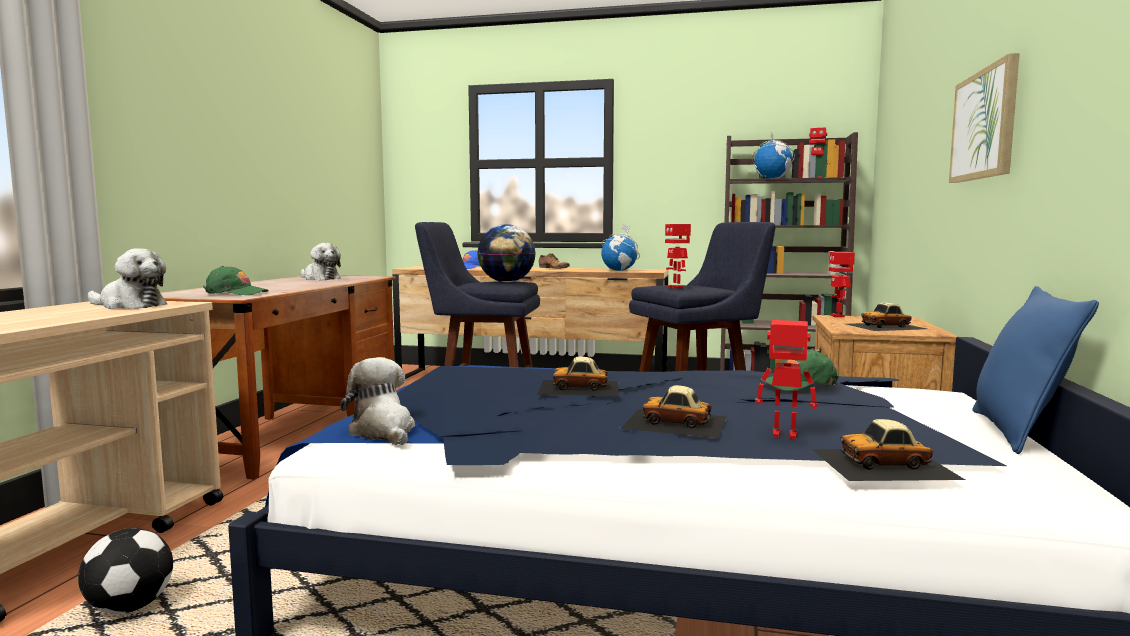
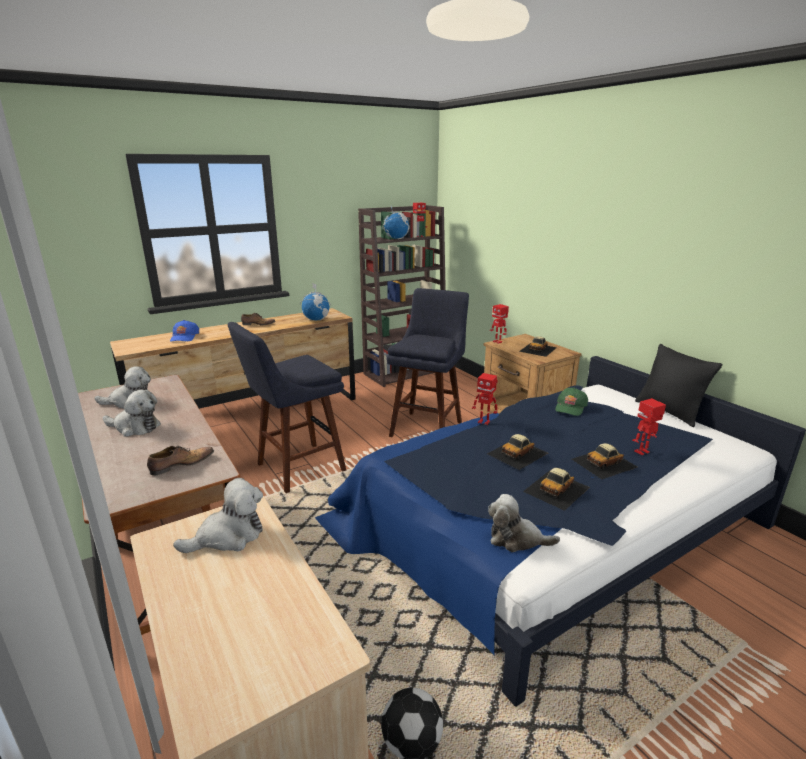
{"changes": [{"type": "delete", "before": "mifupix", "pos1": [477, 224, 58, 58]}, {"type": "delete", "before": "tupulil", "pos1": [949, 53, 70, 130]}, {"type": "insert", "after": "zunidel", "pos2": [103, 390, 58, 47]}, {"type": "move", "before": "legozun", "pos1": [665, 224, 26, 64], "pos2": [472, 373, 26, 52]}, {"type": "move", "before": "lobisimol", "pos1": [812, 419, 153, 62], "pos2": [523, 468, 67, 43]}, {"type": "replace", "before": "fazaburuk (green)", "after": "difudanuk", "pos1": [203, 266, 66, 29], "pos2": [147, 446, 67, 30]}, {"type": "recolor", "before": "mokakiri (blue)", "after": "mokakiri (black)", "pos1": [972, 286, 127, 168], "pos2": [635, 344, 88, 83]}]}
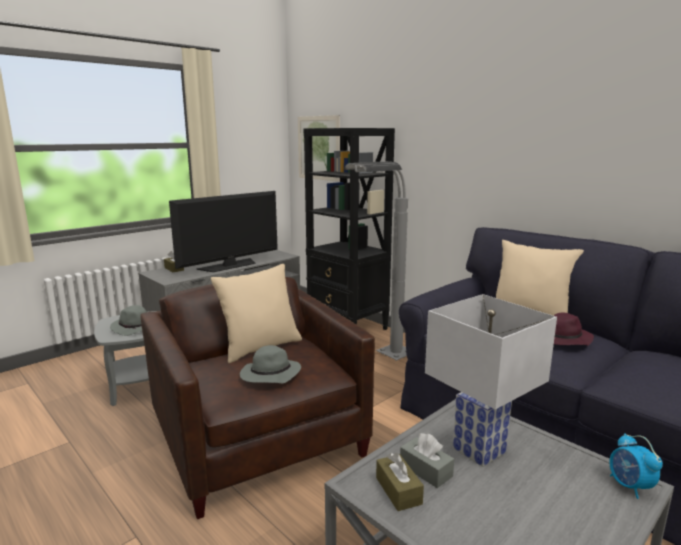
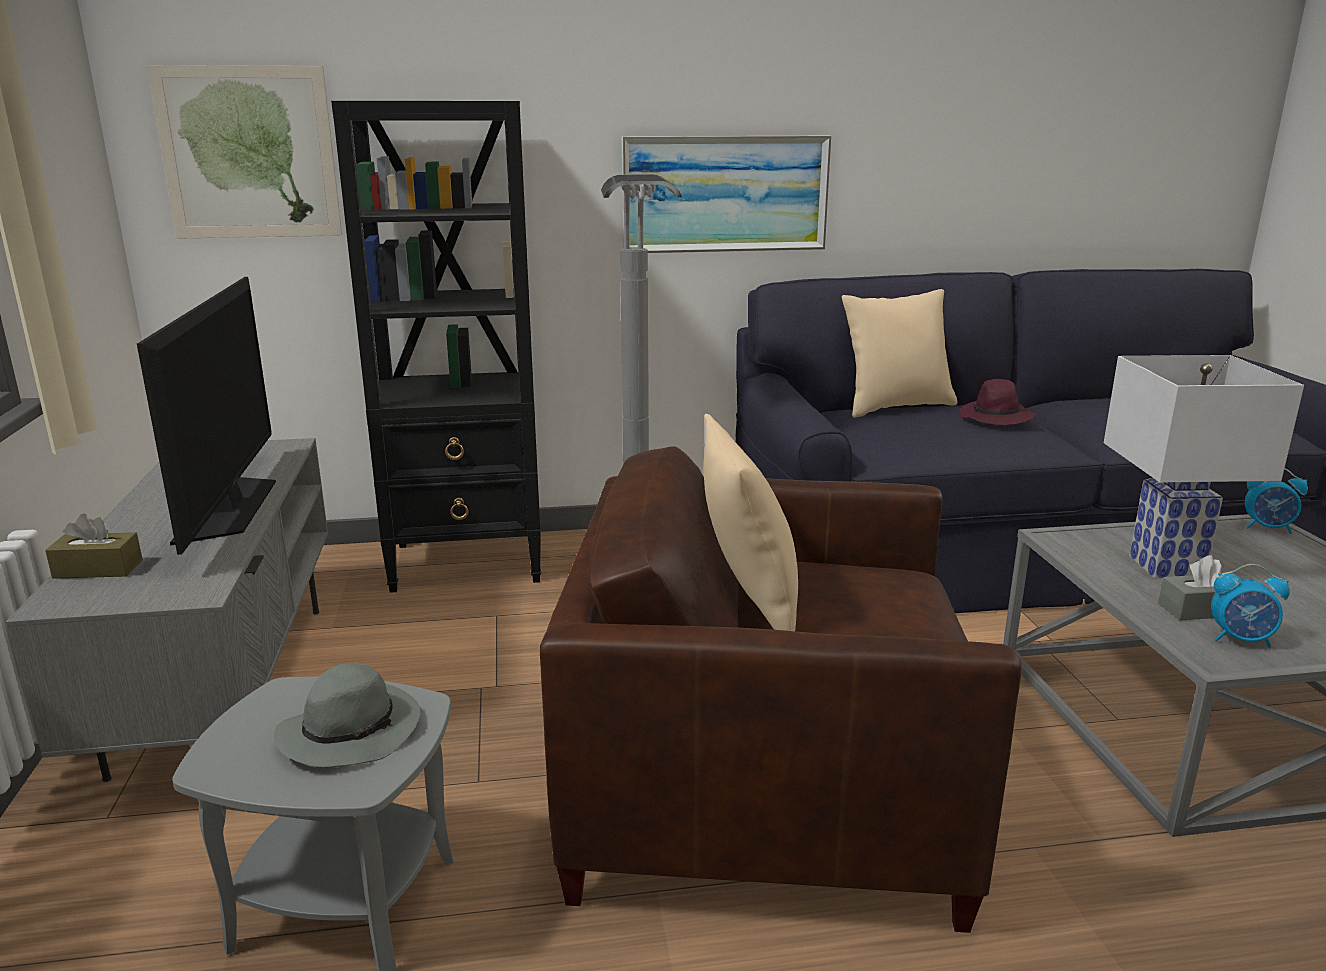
{"changes": [{"type": "delete", "before": "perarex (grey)", "pos1": [240, 345, 61, 38]}, {"type": "insert", "after": "tupulil", "pos2": [622, 136, 209, 117]}, {"type": "replace", "before": "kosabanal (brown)", "after": "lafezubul", "pos1": [376, 453, 48, 58], "pos2": [1211, 564, 79, 84]}]}
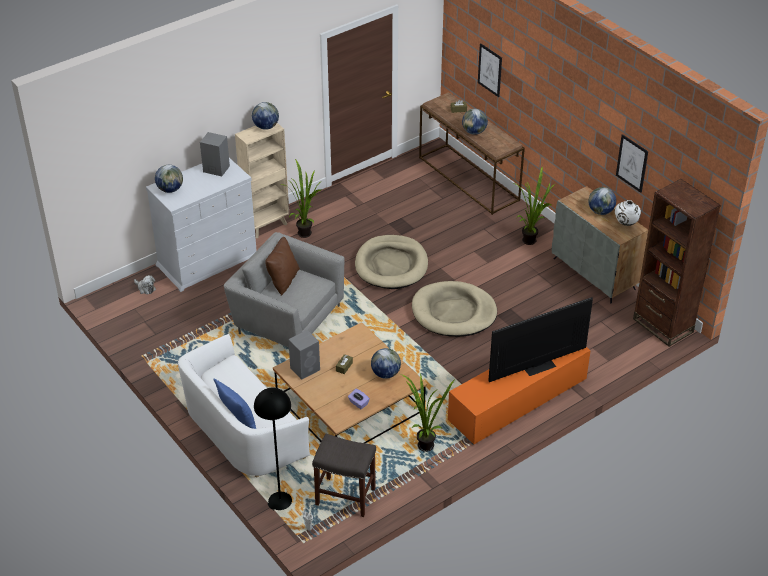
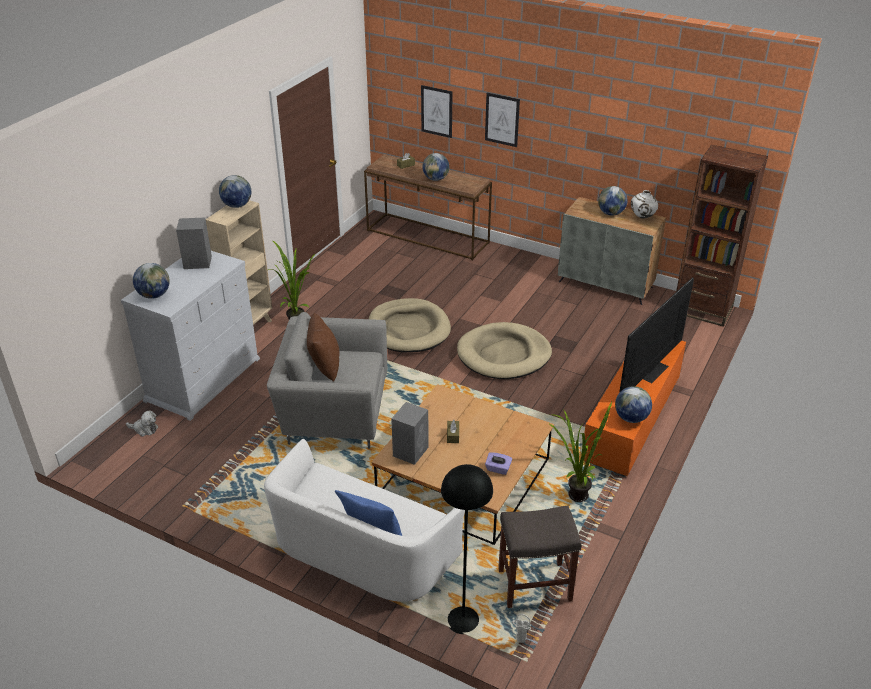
{"changes": [{"type": "delete", "before": "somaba", "pos1": [514, 167, 41, 78]}, {"type": "move", "before": "mifupix", "pos1": [371, 348, 30, 31], "pos2": [615, 386, 37, 37]}, {"type": "move", "before": "tupulil", "pos1": [616, 134, 32, 59], "pos2": [485, 93, 35, 54]}]}
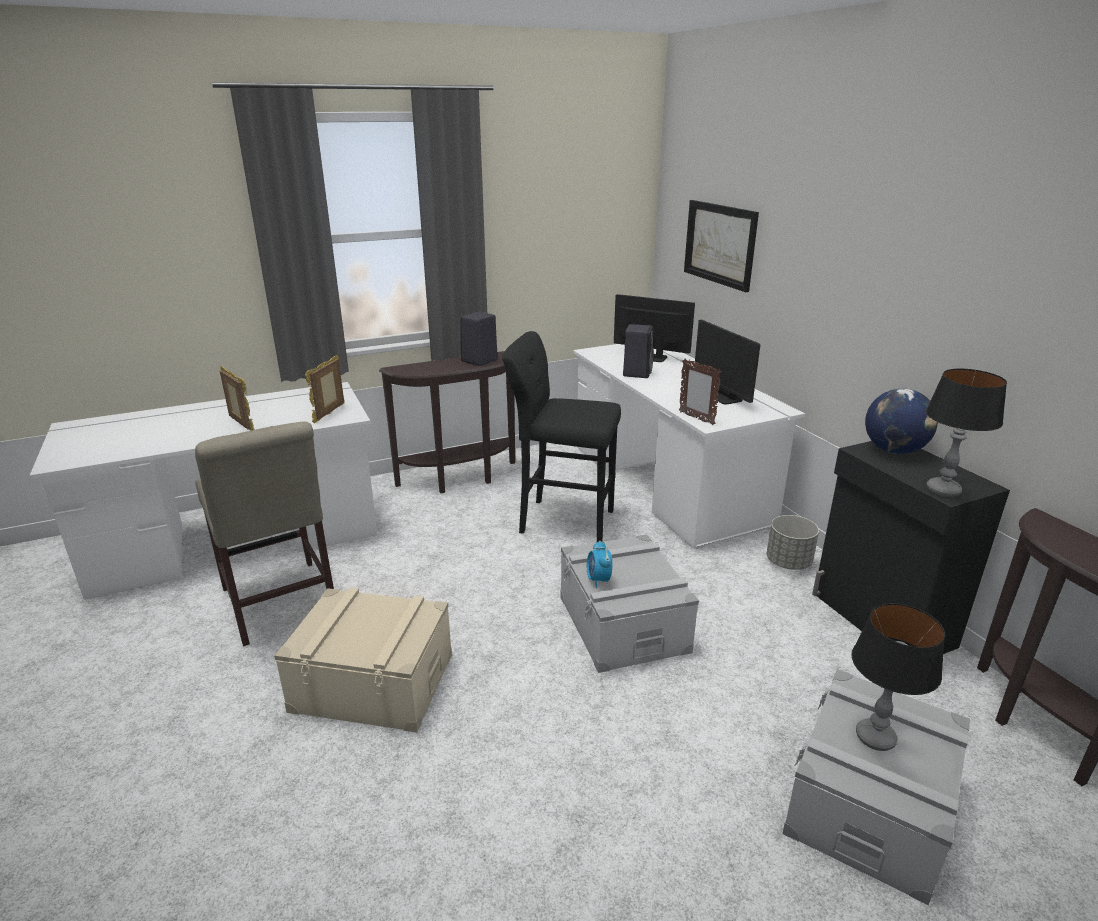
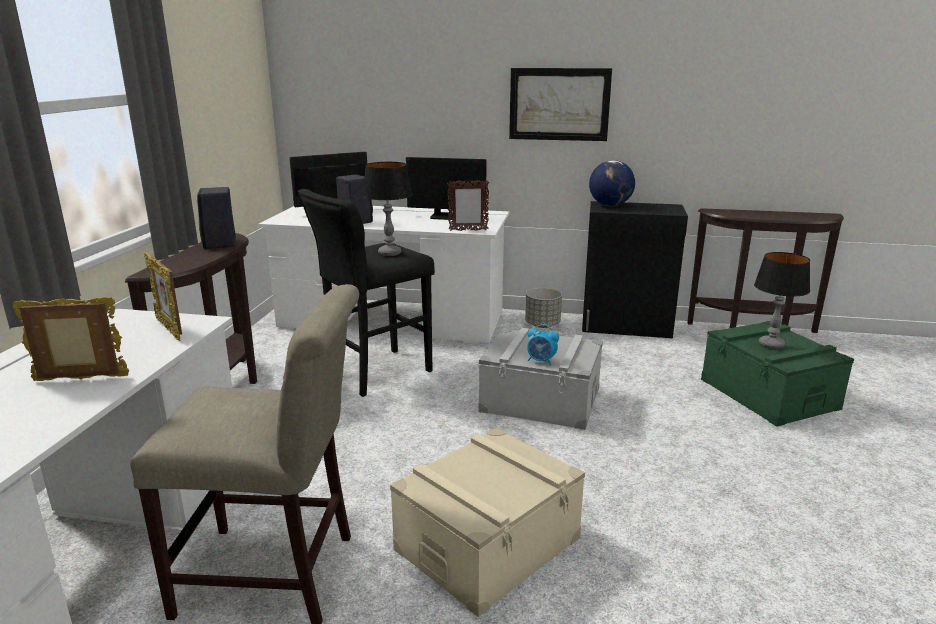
{"changes": [{"type": "move", "before": "tupulil", "pos1": [684, 200, 75, 92], "pos2": [509, 68, 103, 73]}, {"type": "move", "before": "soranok", "pos1": [926, 369, 81, 128], "pos2": [362, 162, 50, 94]}, {"type": "recolor", "before": "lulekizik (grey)", "after": "lulekizik (green)", "pos1": [782, 669, 188, 236], "pos2": [701, 321, 153, 106]}]}
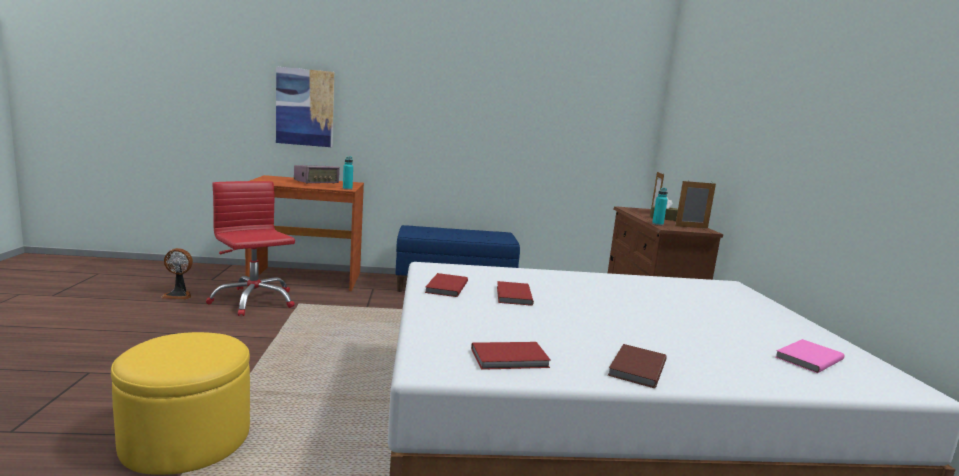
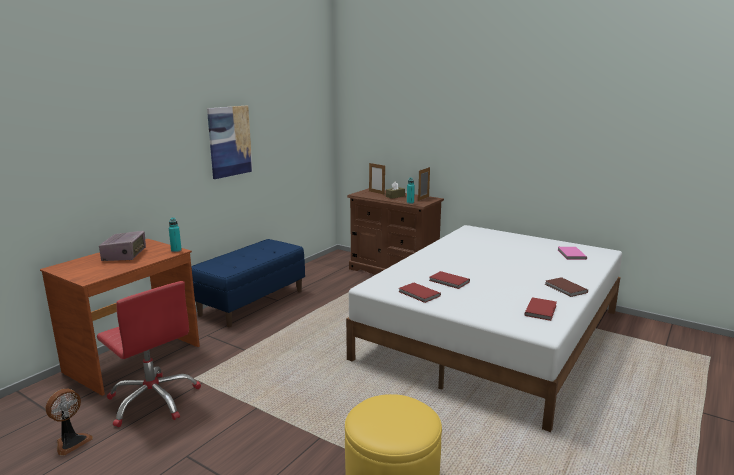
{"changes": [{"type": "move", "before": "tupulil", "pos1": [276, 66, 58, 81], "pos2": [207, 105, 46, 74]}, {"type": "rotate", "before": "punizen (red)", "pos1": [206, 181, 89, 135], "pos2": [97, 281, 104, 146], "turn": -135}]}
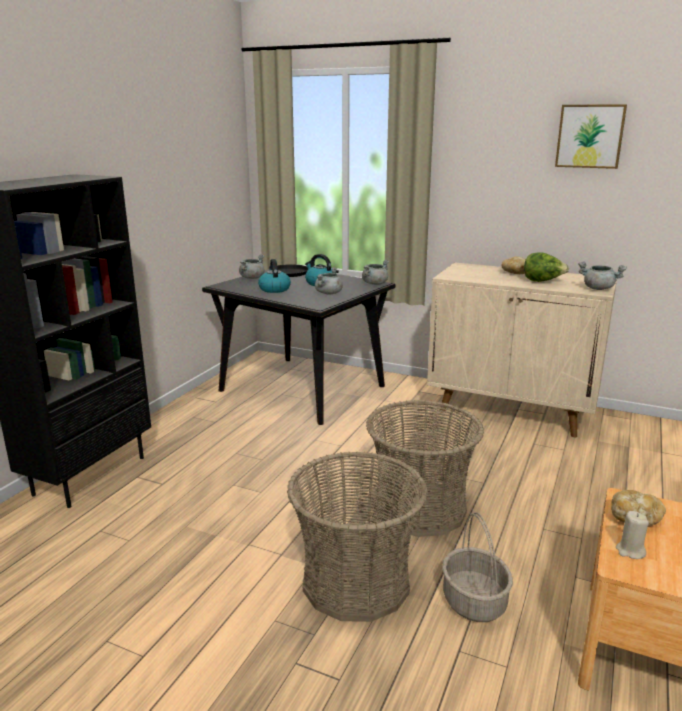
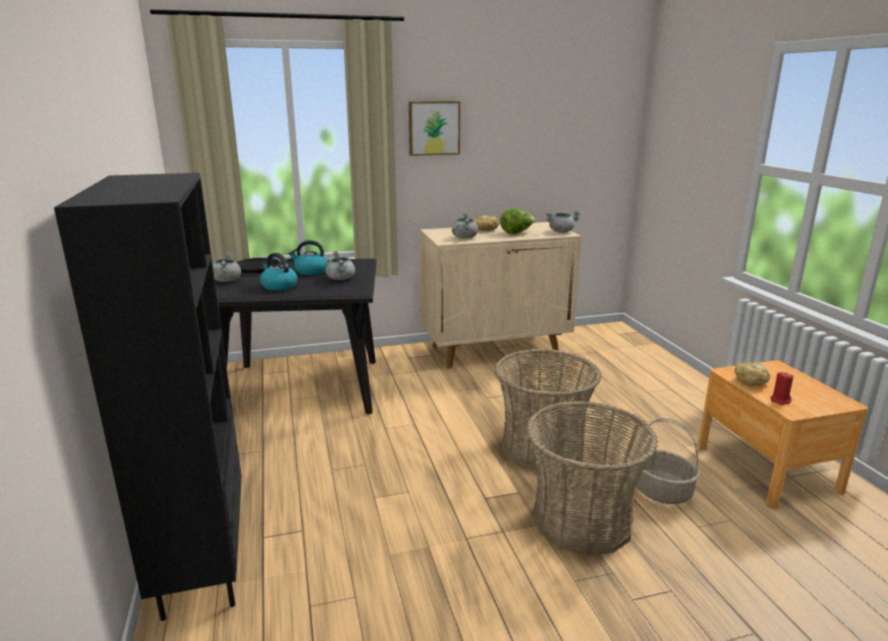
{"changes": [{"type": "move", "before": "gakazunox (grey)", "pos1": [362, 260, 27, 25], "pos2": [452, 213, 26, 25]}, {"type": "move", "before": "tupulil", "pos1": [555, 104, 72, 65], "pos2": [409, 101, 51, 55]}, {"type": "recolor", "before": "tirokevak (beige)", "after": "tirokevak (red)", "pos1": [616, 511, 33, 48], "pos2": [770, 372, 24, 33]}]}
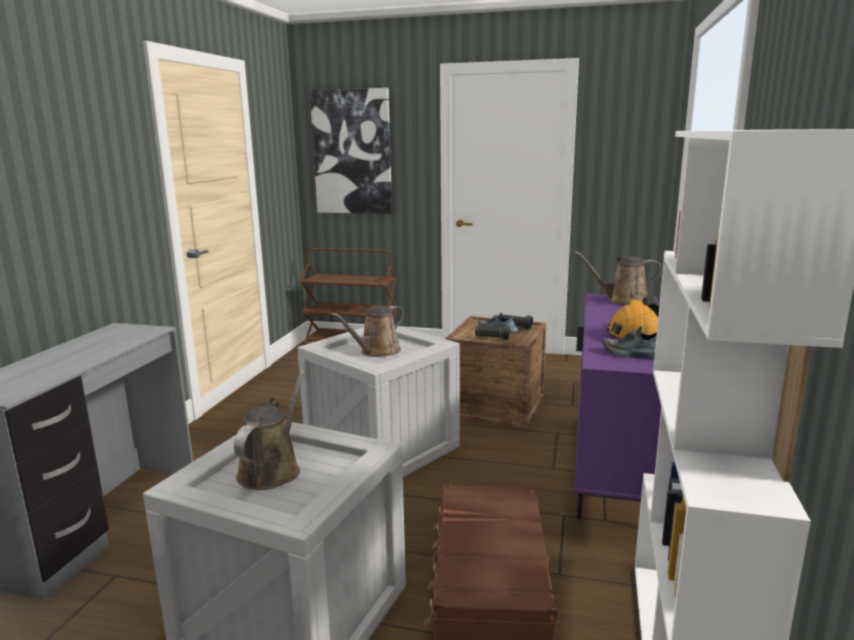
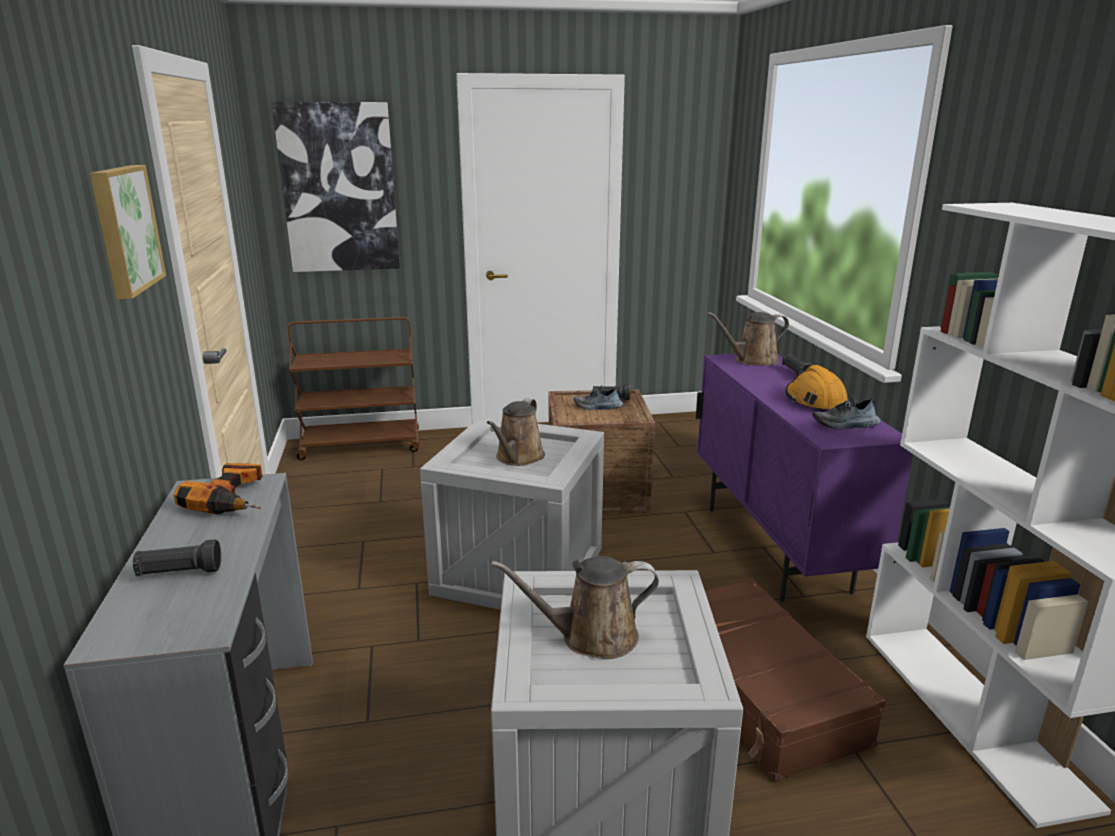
{"changes": [{"type": "insert", "after": "tupulil", "pos2": [90, 165, 76, 134]}, {"type": "insert", "after": "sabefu", "pos2": [174, 463, 88, 51]}, {"type": "move", "before": "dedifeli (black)", "pos1": [475, 325, 35, 15], "pos2": [133, 539, 88, 37]}, {"type": "rotate", "before": "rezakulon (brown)", "pos1": [234, 369, 72, 121], "pos2": [491, 556, 168, 103], "turn": -90}]}
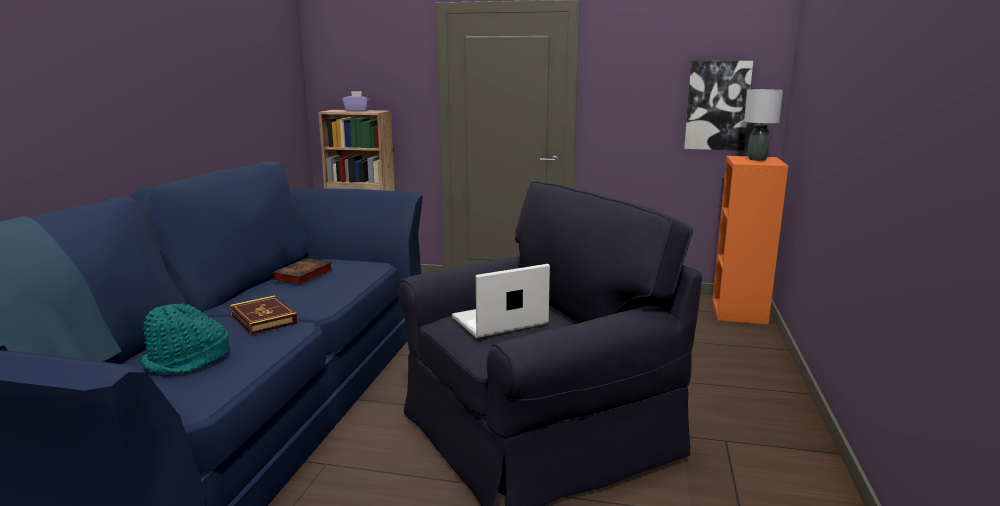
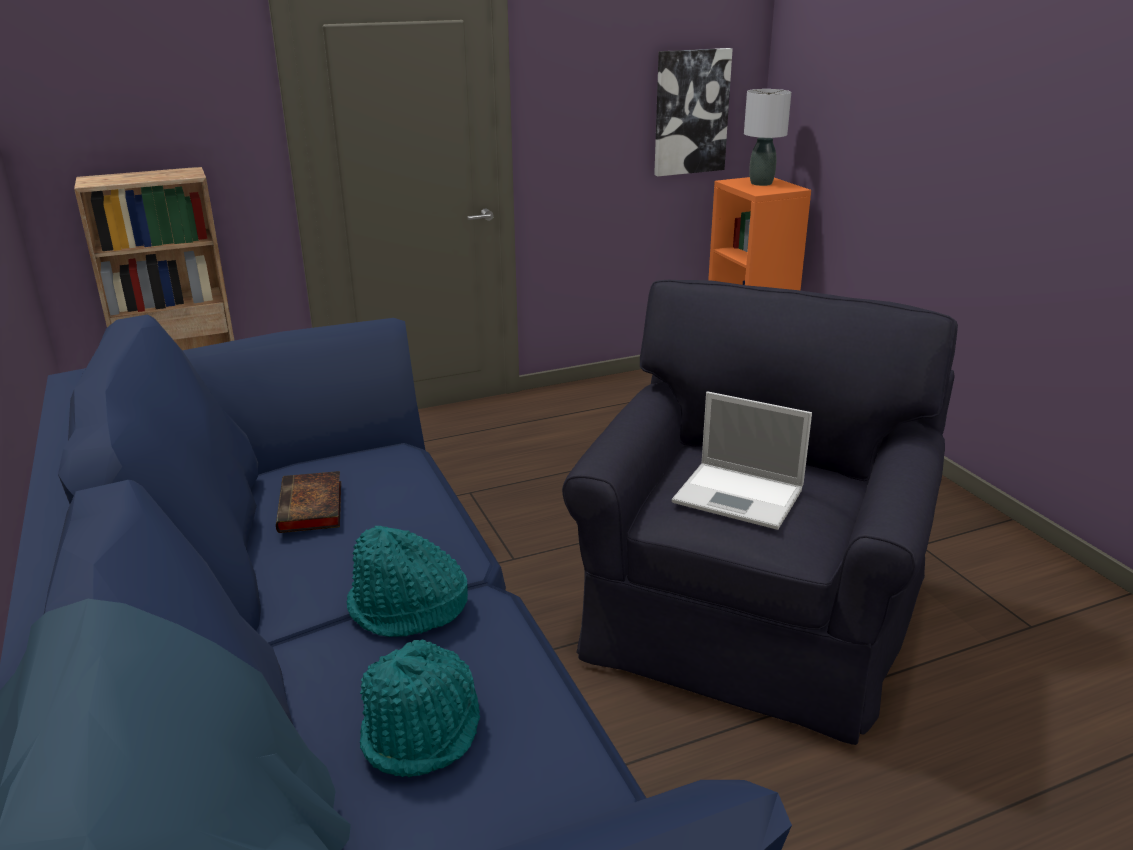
{"changes": [{"type": "delete", "before": "kosabanal (purple)", "pos1": [342, 91, 28, 21]}, {"type": "replace", "before": "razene", "after": "perarex (turquoise)", "pos1": [230, 295, 68, 40], "pos2": [346, 526, 122, 111]}, {"type": "rotate", "before": "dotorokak", "pos1": [452, 264, 98, 74], "pos2": [672, 391, 140, 139], "turn": -90}]}
